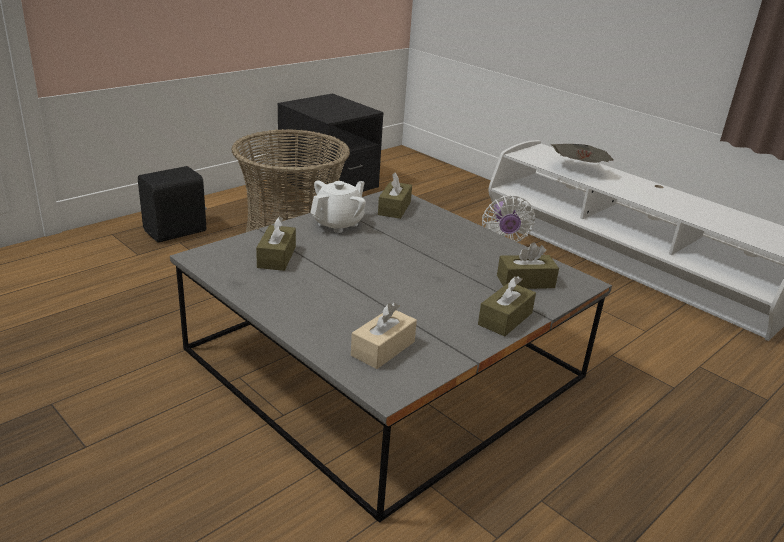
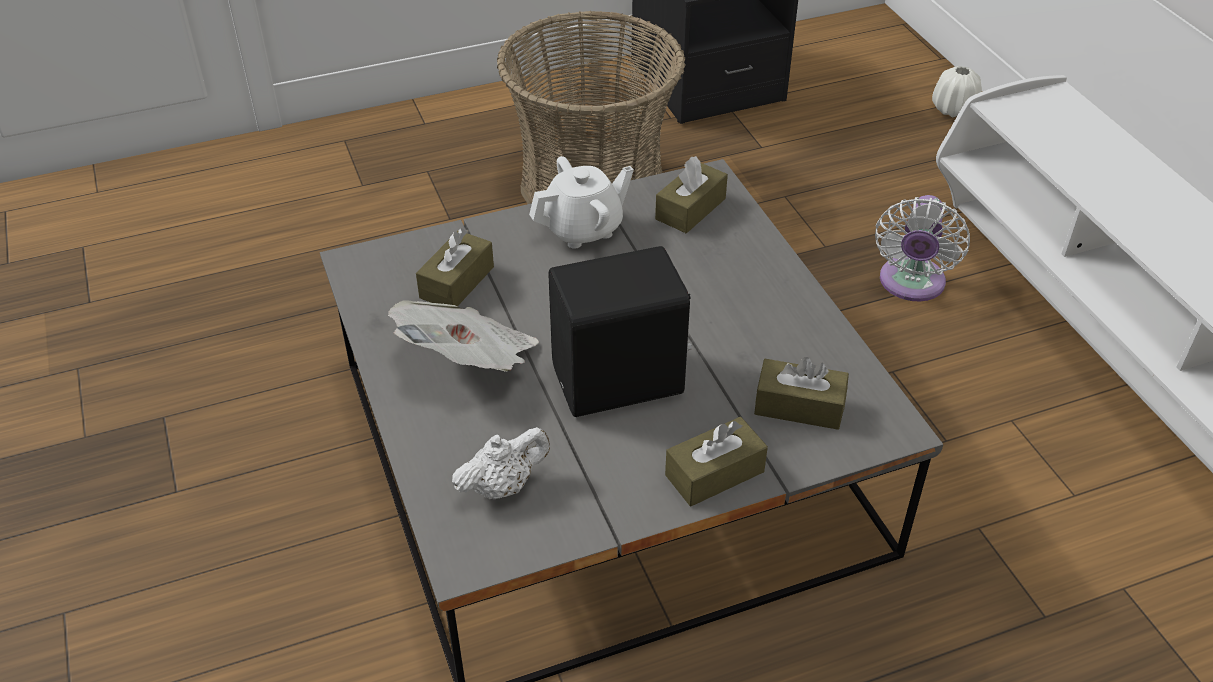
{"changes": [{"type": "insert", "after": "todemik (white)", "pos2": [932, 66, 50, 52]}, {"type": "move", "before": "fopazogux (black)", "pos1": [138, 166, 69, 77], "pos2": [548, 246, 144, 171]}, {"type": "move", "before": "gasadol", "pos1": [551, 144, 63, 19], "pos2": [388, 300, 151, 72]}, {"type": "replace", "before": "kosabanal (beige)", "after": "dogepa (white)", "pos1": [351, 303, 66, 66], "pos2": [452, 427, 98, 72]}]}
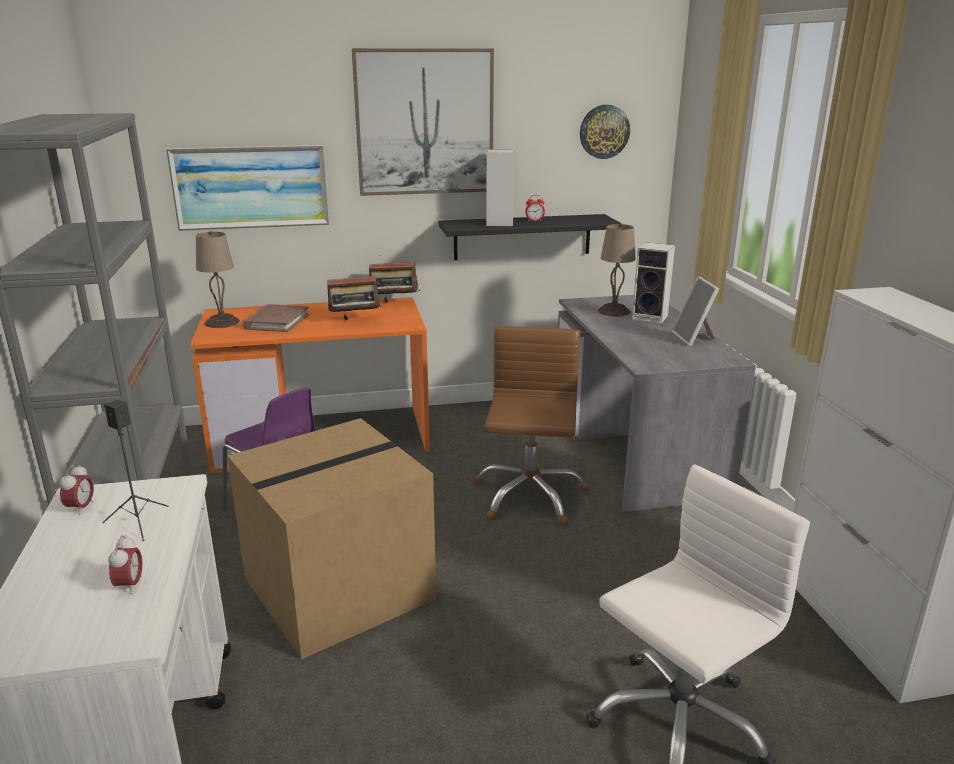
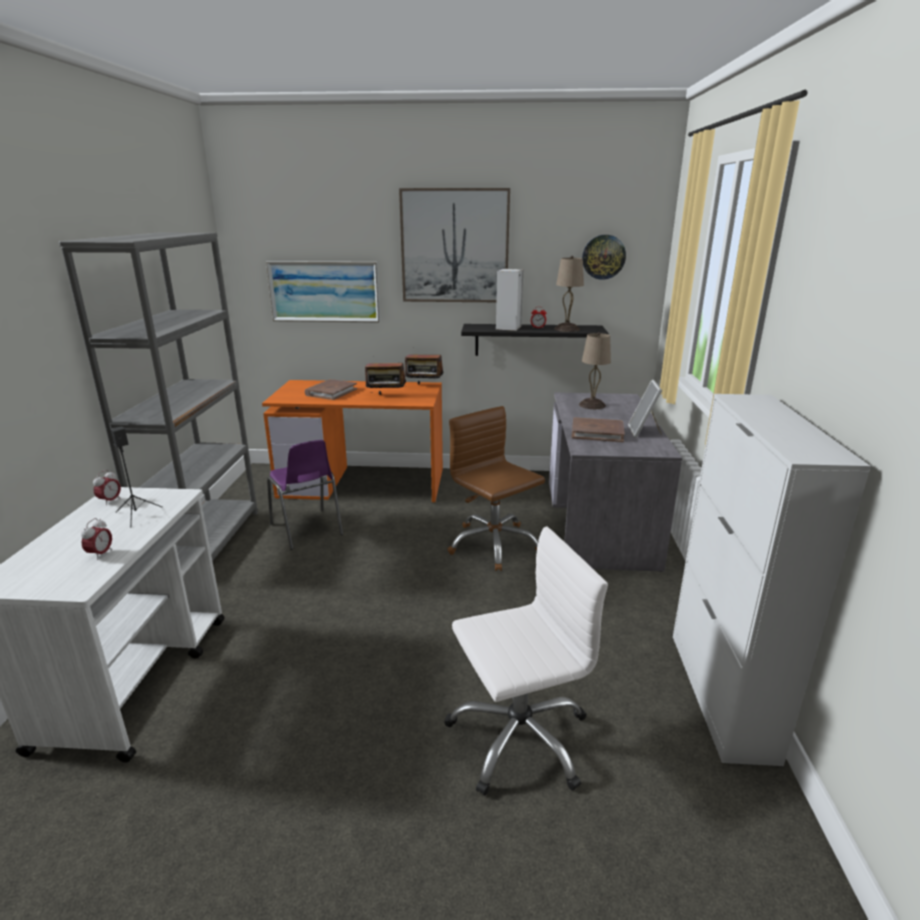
{"changes": [{"type": "delete", "before": "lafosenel", "pos1": [227, 418, 209, 241]}, {"type": "delete", "before": "fopazogux", "pos1": [632, 242, 43, 82]}, {"type": "insert", "after": "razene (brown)", "pos2": [572, 417, 53, 25]}, {"type": "move", "before": "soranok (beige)", "pos1": [196, 231, 44, 97], "pos2": [554, 256, 30, 76]}, {"type": "rotate", "before": "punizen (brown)", "pos1": [473, 326, 116, 200], "pos2": [447, 406, 98, 165], "turn": -60}]}
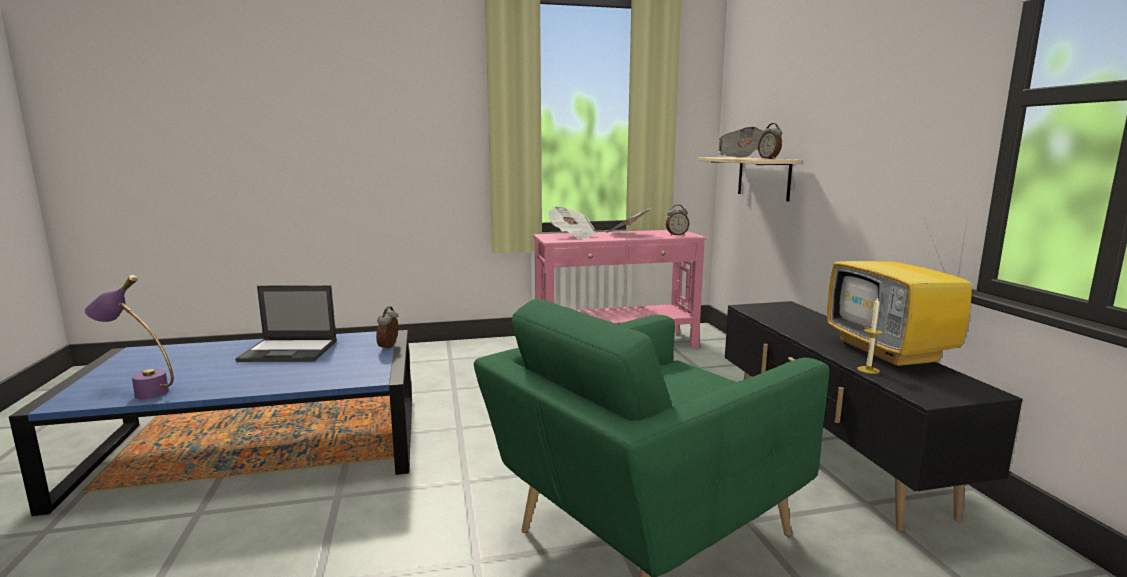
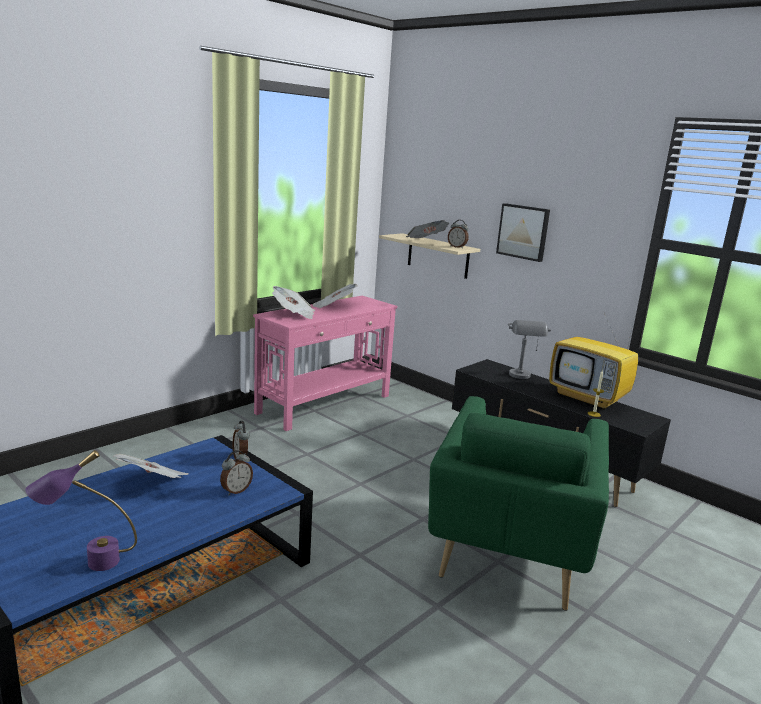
{"changes": [{"type": "insert", "after": "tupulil", "pos2": [496, 203, 54, 59]}, {"type": "insert", "after": "soranok (grey)", "pos2": [508, 320, 43, 59]}, {"type": "move", "before": "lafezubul", "pos1": [666, 205, 24, 31], "pos2": [220, 450, 33, 45]}, {"type": "replace", "before": "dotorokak", "after": "gasadol", "pos1": [235, 285, 102, 77], "pos2": [113, 454, 75, 24]}]}
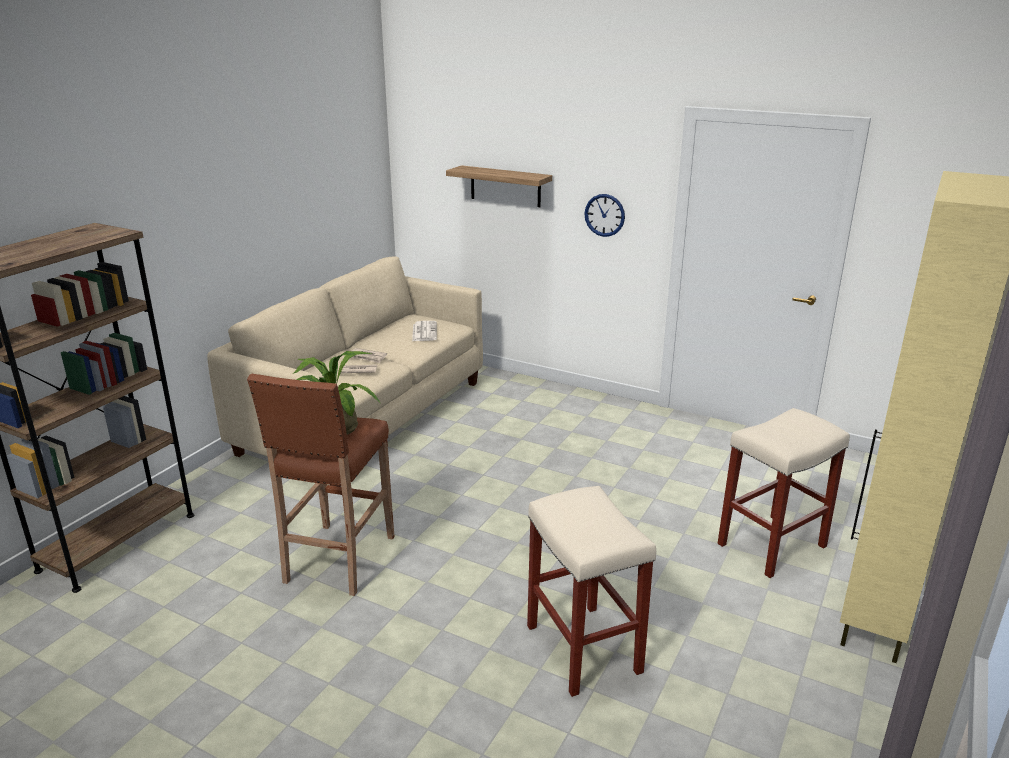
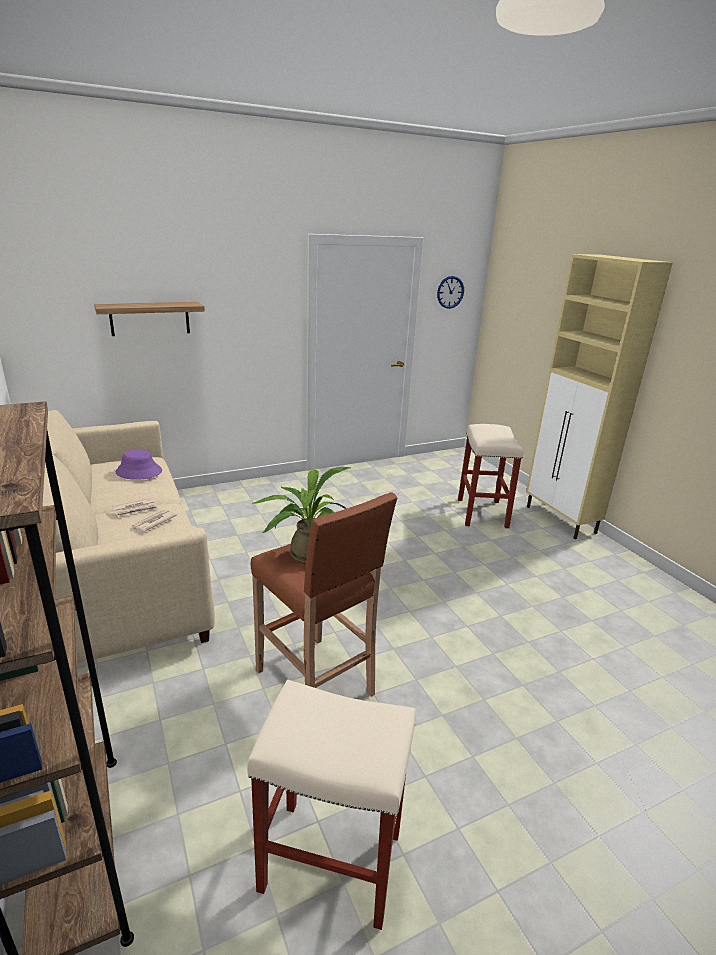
{"changes": [{"type": "move", "before": "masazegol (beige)", "pos1": [527, 486, 129, 211], "pos2": [247, 680, 169, 250]}, {"type": "move", "before": "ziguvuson", "pos1": [584, 194, 41, 43], "pos2": [437, 276, 27, 33]}, {"type": "replace", "before": "gasadol", "after": "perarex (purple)", "pos1": [412, 321, 25, 20], "pos2": [116, 449, 46, 31]}]}
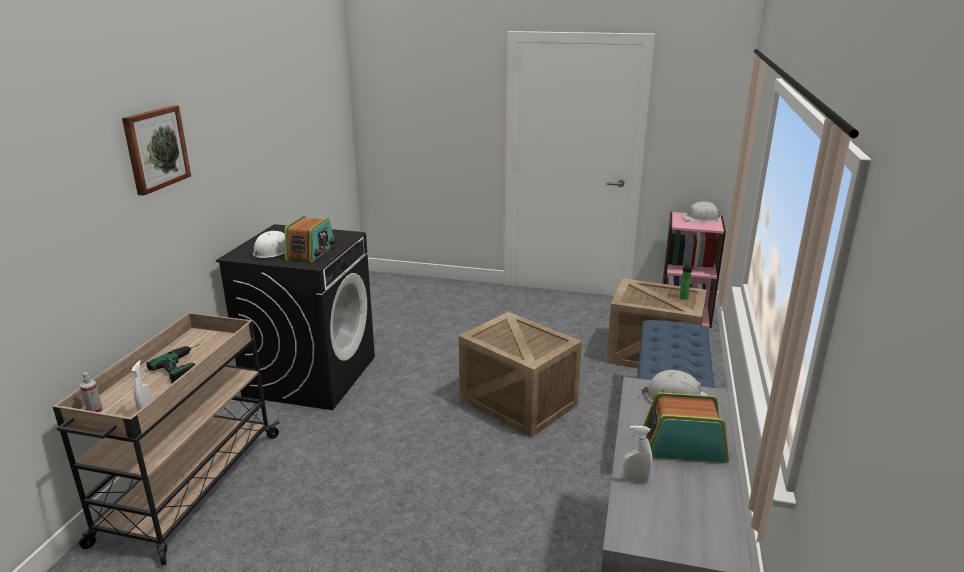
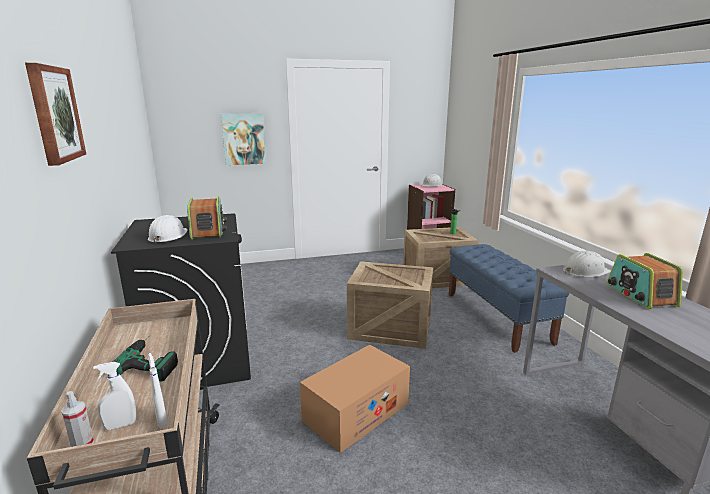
{"changes": [{"type": "insert", "after": "tupulil", "pos2": [221, 113, 45, 52]}, {"type": "insert", "after": "lafosenel", "pos2": [300, 345, 110, 108]}, {"type": "move", "before": "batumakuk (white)", "pos1": [622, 426, 30, 57], "pos2": [93, 362, 43, 68]}, {"type": "rotate", "before": "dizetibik", "pos1": [643, 392, 86, 71], "pos2": [607, 253, 76, 56], "turn": -75}]}
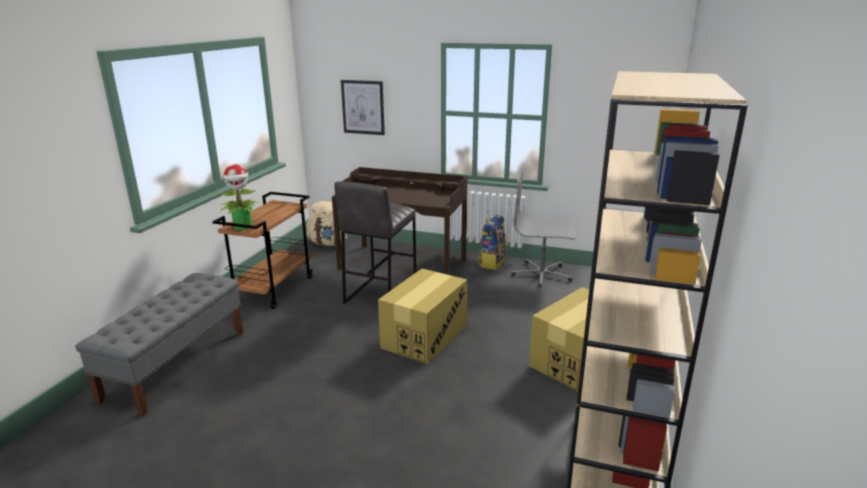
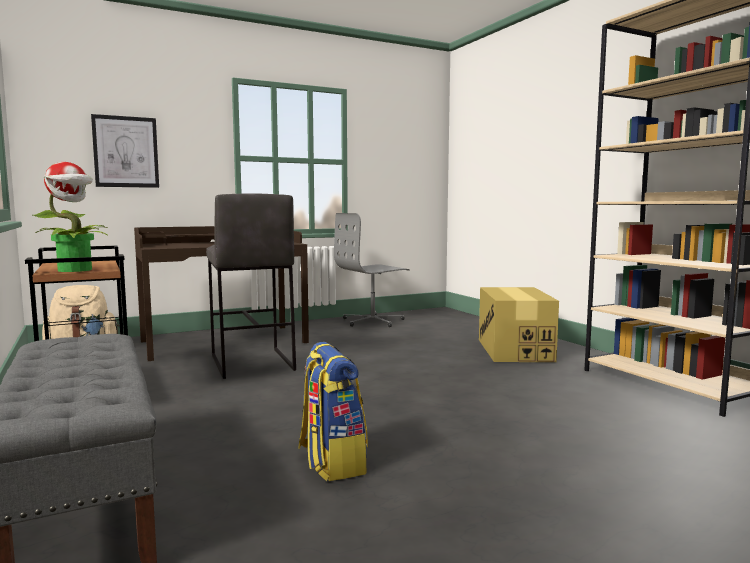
{"changes": [{"type": "delete", "before": "lafosenel", "pos1": [378, 269, 89, 95]}, {"type": "move", "before": "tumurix", "pos1": [478, 215, 29, 55], "pos2": [298, 342, 70, 139]}]}
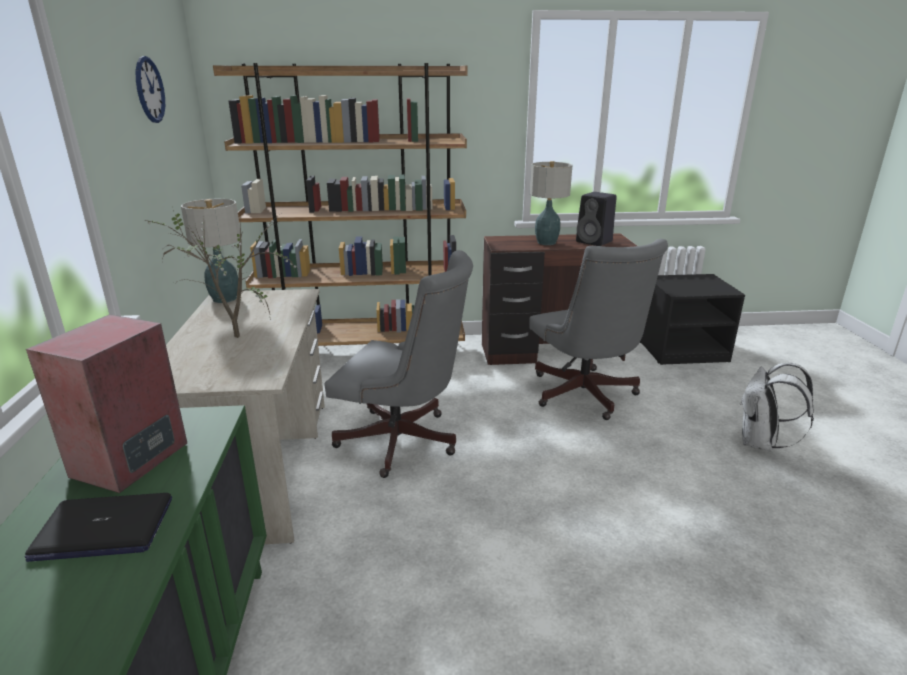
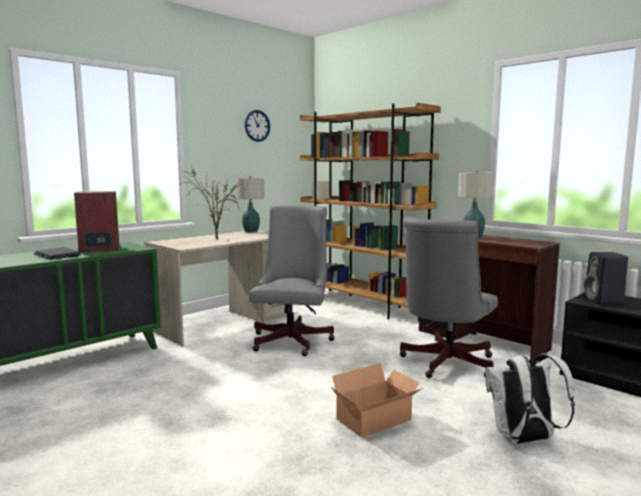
{"changes": [{"type": "insert", "after": "lafosenel", "pos2": [330, 363, 92, 75]}, {"type": "move", "before": "fopazogux (black)", "pos1": [576, 192, 41, 54], "pos2": [584, 252, 44, 52]}, {"type": "rotate", "before": "punizen (grey)", "pos1": [325, 250, 148, 228], "pos2": [249, 206, 86, 150], "turn": -150}]}
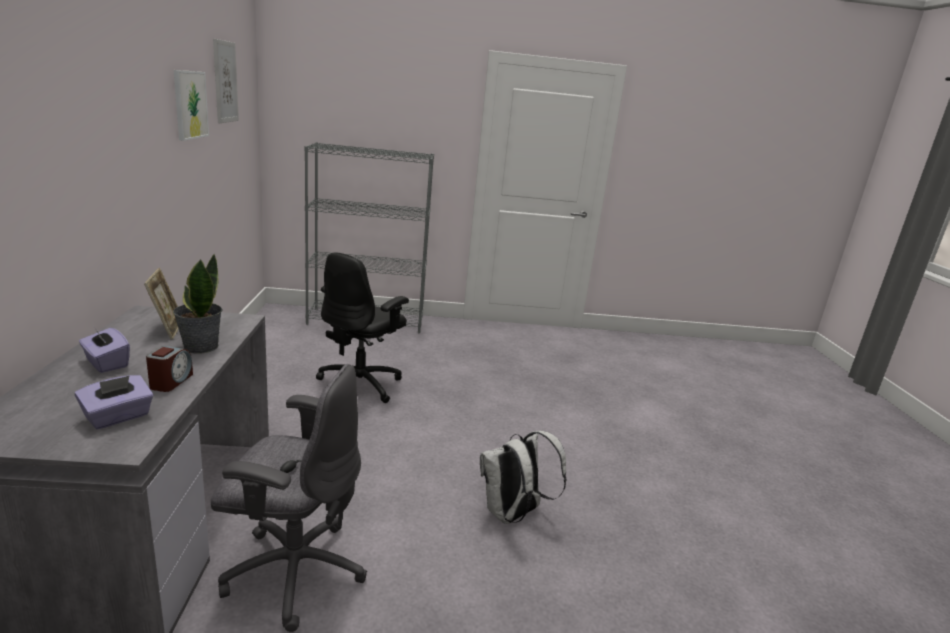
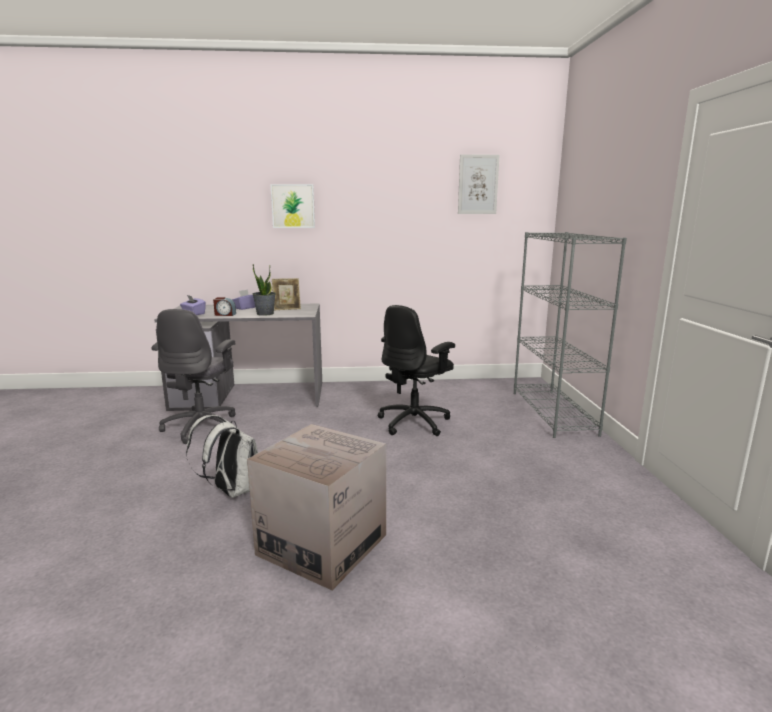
{"changes": [{"type": "insert", "after": "lafosenel", "pos2": [247, 424, 139, 166]}, {"type": "move", "before": "tupulil", "pos1": [174, 70, 35, 71], "pos2": [270, 184, 45, 44]}, {"type": "rotate", "before": "punizen (black)", "pos1": [316, 252, 93, 151], "pos2": [378, 305, 77, 131], "turn": -75}]}
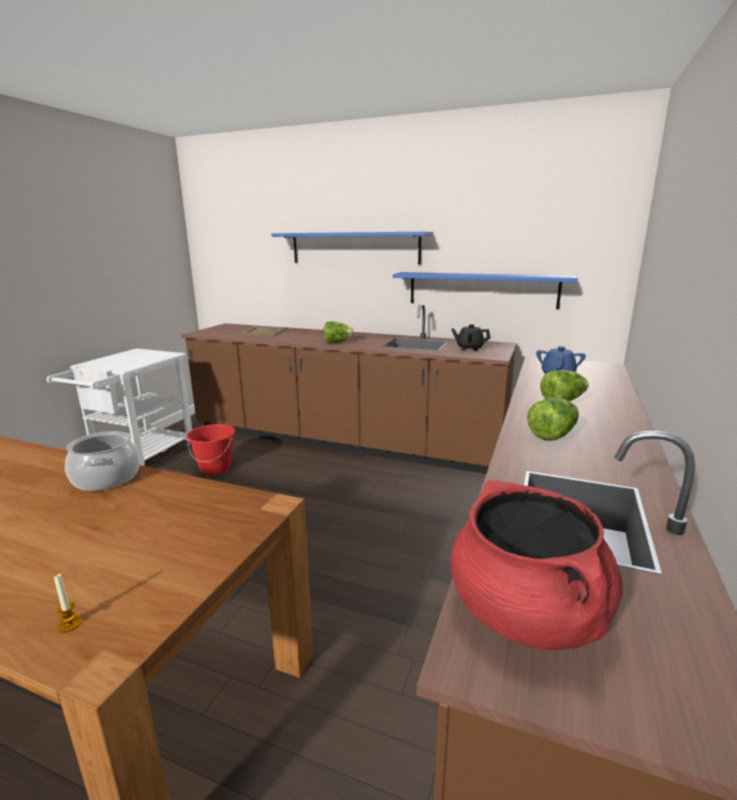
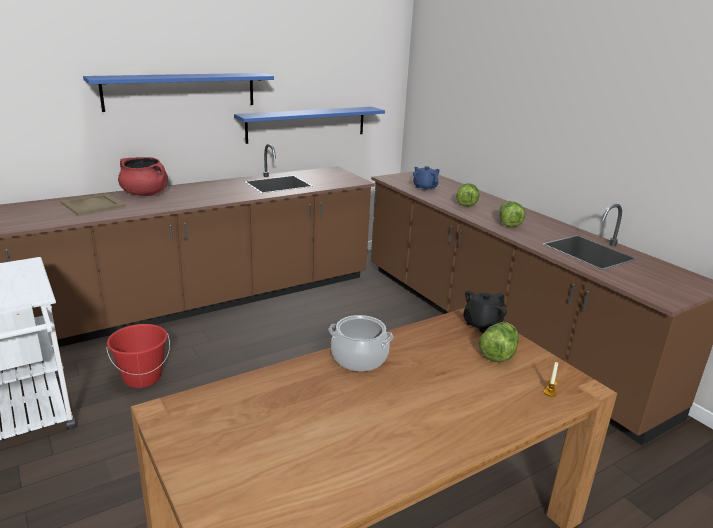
{"changes": [{"type": "move", "before": "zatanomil", "pos1": [323, 321, 31, 22], "pos2": [479, 322, 40, 40]}, {"type": "move", "before": "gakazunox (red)", "pos1": [450, 480, 173, 170], "pos2": [118, 157, 50, 39]}, {"type": "move", "before": "dogepa (black)", "pos1": [451, 324, 40, 27], "pos2": [463, 290, 44, 43]}]}
